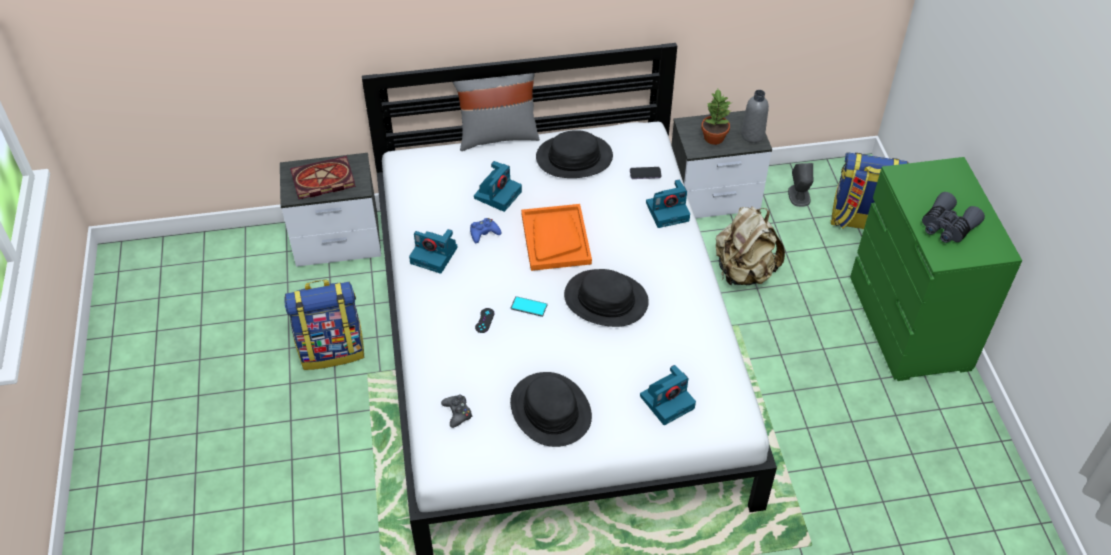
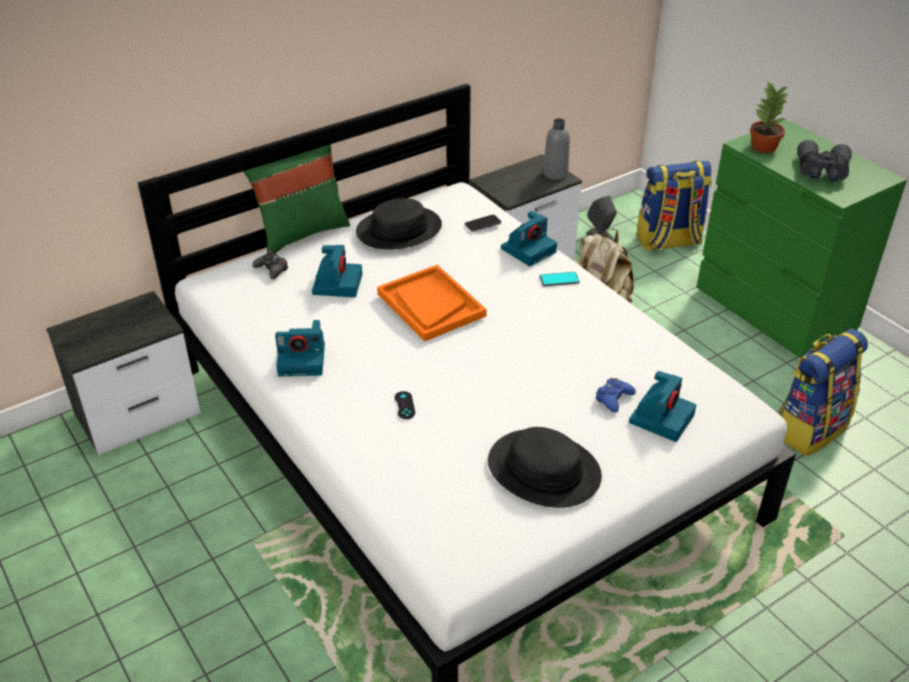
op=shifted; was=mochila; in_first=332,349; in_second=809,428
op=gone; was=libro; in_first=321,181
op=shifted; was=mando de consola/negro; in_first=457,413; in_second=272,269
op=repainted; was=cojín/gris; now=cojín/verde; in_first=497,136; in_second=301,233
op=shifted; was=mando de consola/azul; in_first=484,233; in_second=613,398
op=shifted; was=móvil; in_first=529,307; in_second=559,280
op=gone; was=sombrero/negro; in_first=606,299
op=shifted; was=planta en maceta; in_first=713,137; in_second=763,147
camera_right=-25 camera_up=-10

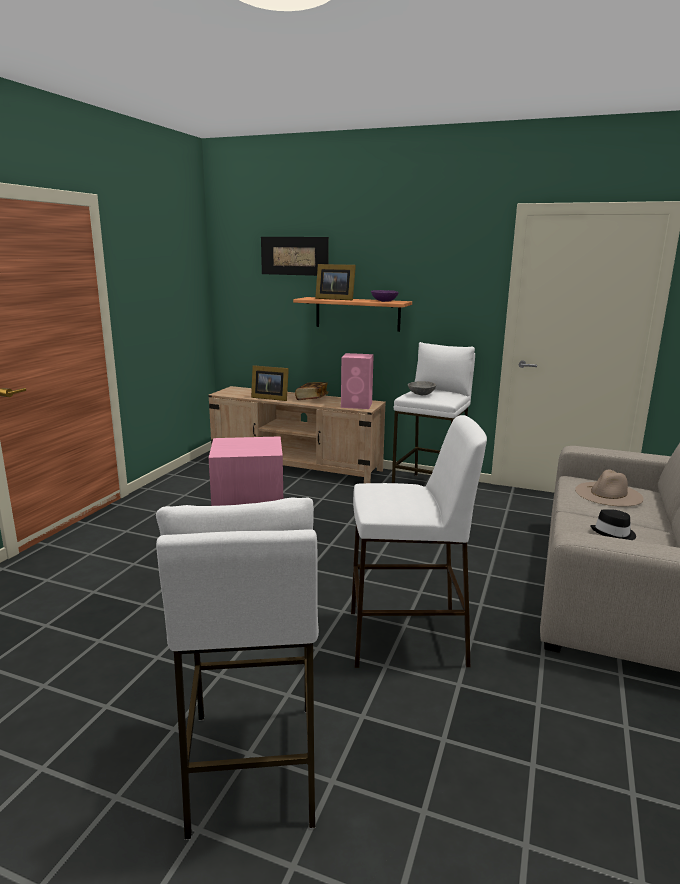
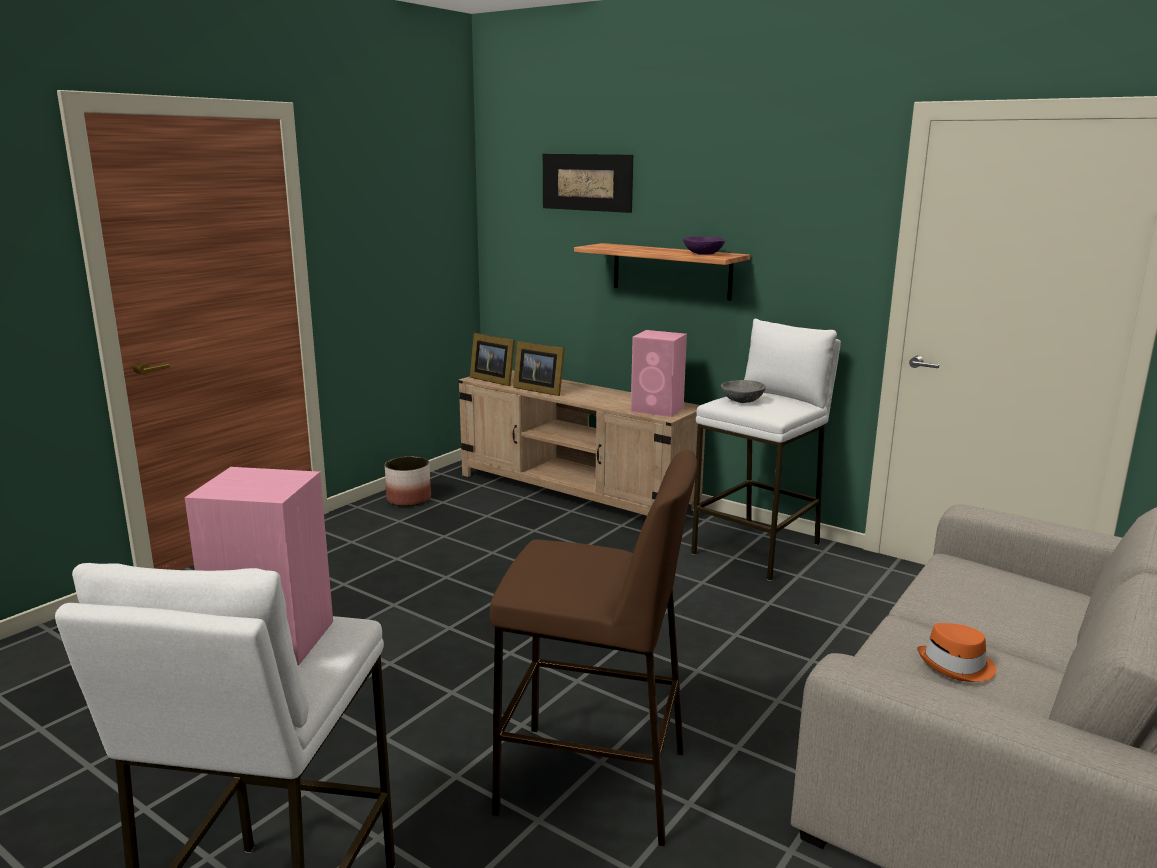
op=gone; was=libro; in_first=312,399
op=shifted; was=portarretratos; in_first=334,299; in_second=493,380
op=repainted; was=taburete/blanco; now=taburete/marrón; in_first=407,637; in_second=594,782
op=gone; was=sombrero/beis; in_first=608,494
op=repainted; was=sombrero/negro; now=sombrero/naranja; in_first=613,533; in_second=957,665
op=new; now=maceta; in_second=408,499
camera_right=15 camera_up=0

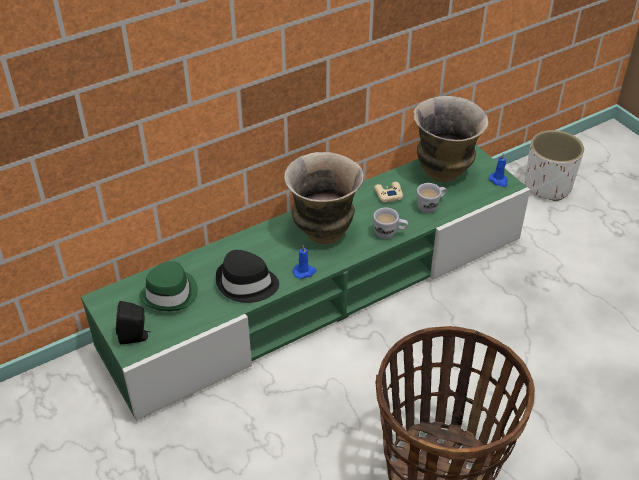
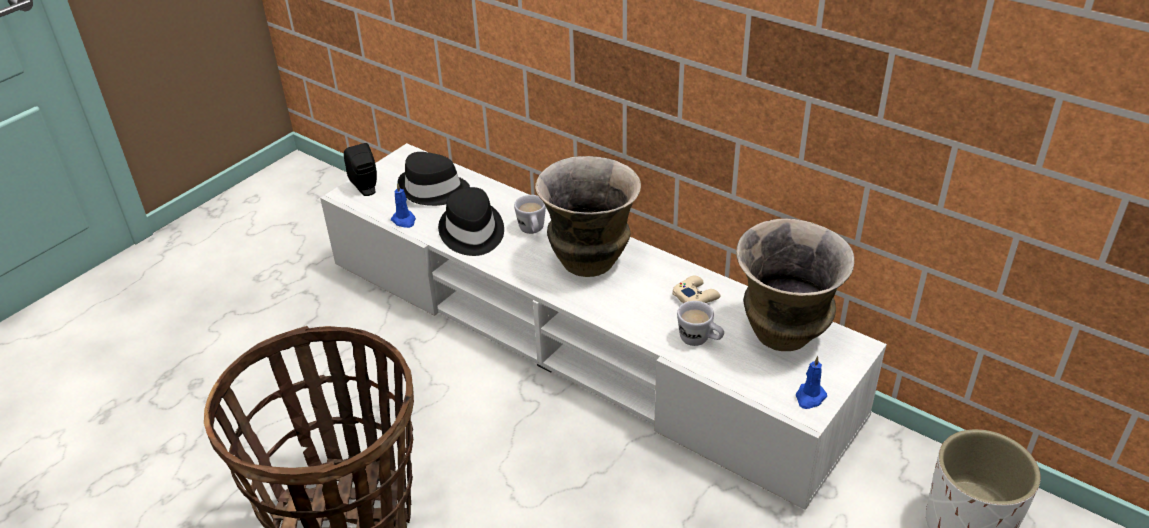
op=repainted; was=mueble de televisión/verde; now=mueble de televisión/blanco; in_first=320,291; in_second=578,337
op=repainted; was=sombrero/verde; now=sombrero/negro; in_first=170,293; in_second=433,190
op=shifted; was=vela/azul; in_first=304,272; in_second=404,220
op=shifted; was=taza grande/blanco; in_first=389,234; in_second=532,231
camera_right=70 camera_up=-5

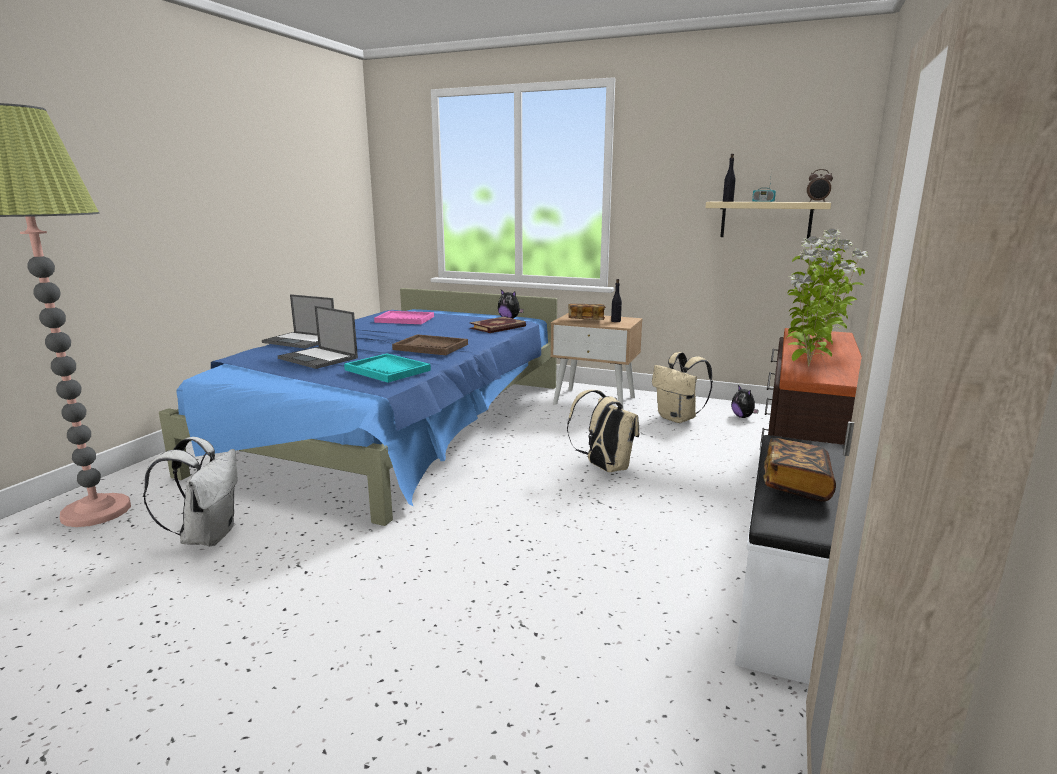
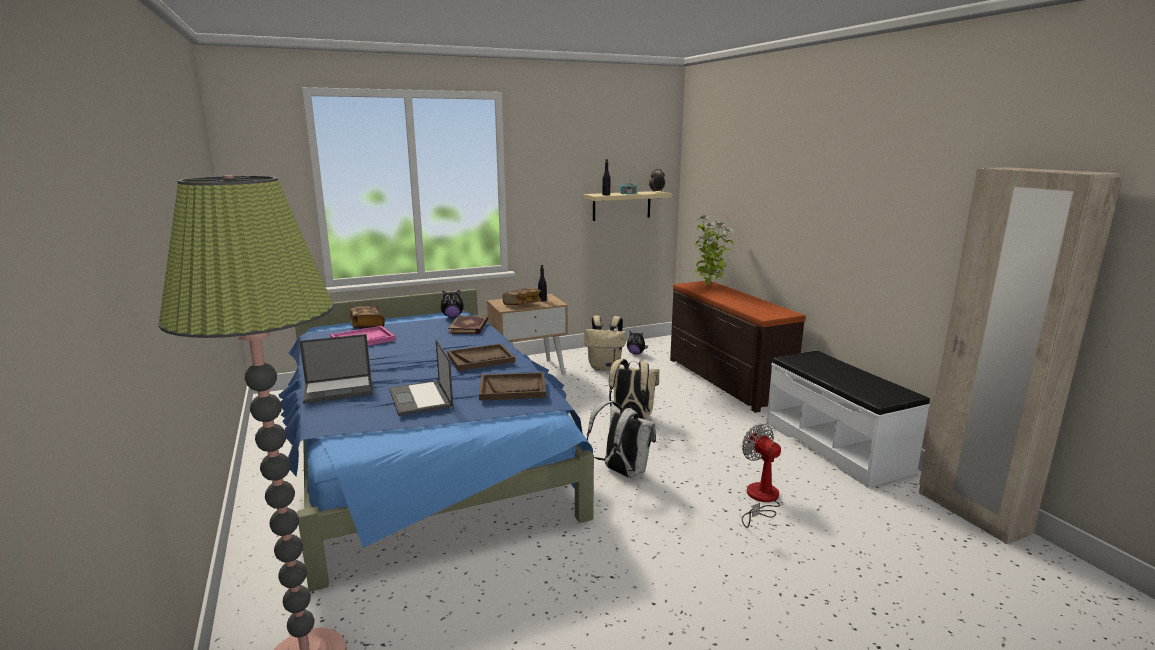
op=shifted; was=mochila/blanco; in_first=207,536; in_second=622,472
op=rotated; was=portátil; in_first=319,358; in_second=421,399; clockwise=75
op=repainted; was=bandeja/turquesa; now=bandeja/marrón; in_first=388,370; in_second=513,388
op=shifted; was=libro; in_first=796,485; in_second=367,326
op=gone; was=planta en maceta; in_first=806,366
op=new; now=ventilador; in_second=760,499
camera_right=-45 camera_up=0

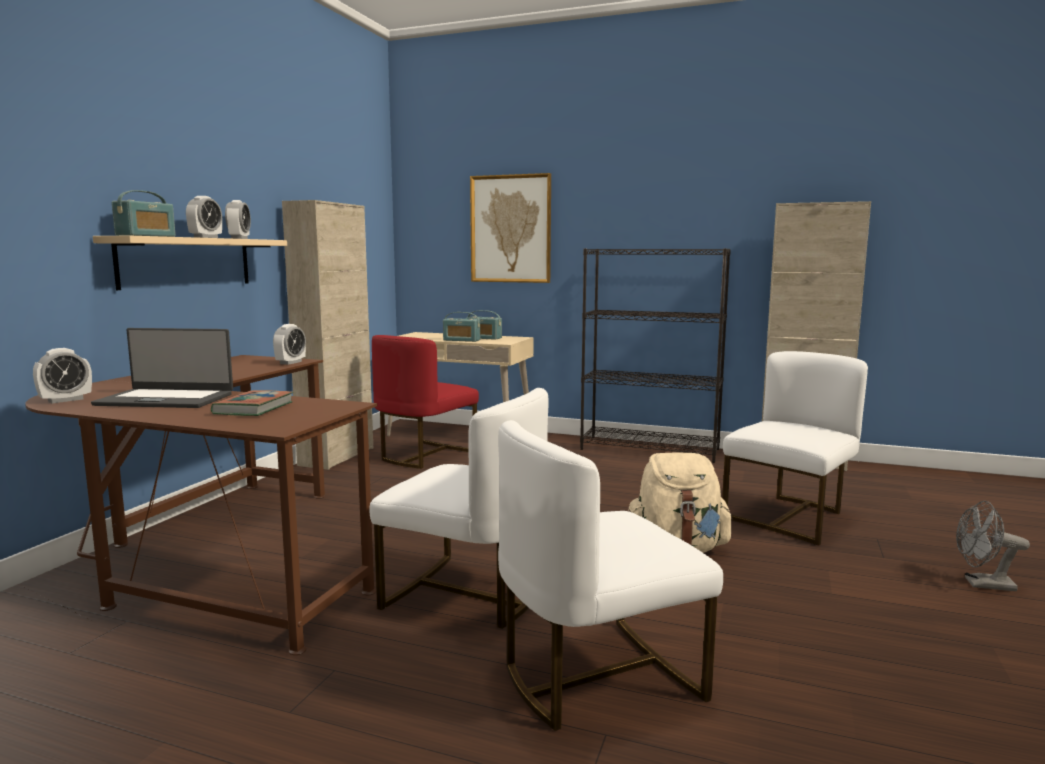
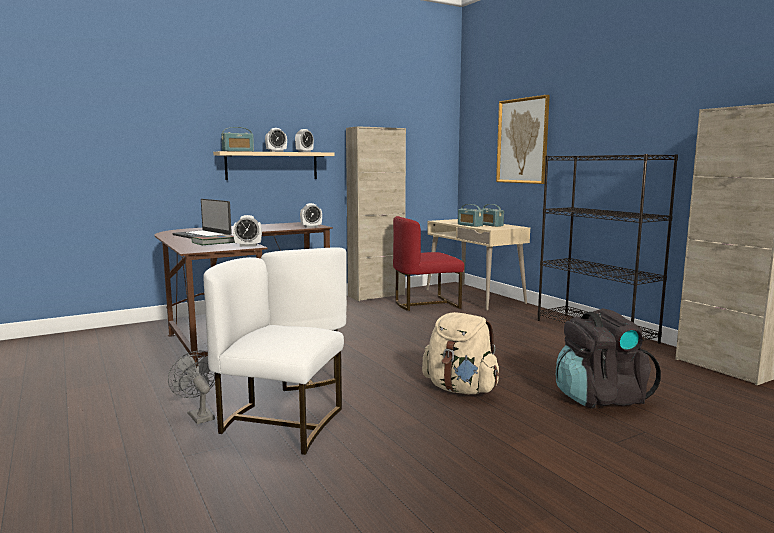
op=shifted; was=despertador; in_first=65,400; in_second=248,245
op=swapped; was=silla/blanco; now=mochila/negro; in_first=789,517; in_second=600,398
op=shifted; was=ventilador/gris; in_first=982,584; in_second=198,415
camera_right=40 camera_up=0

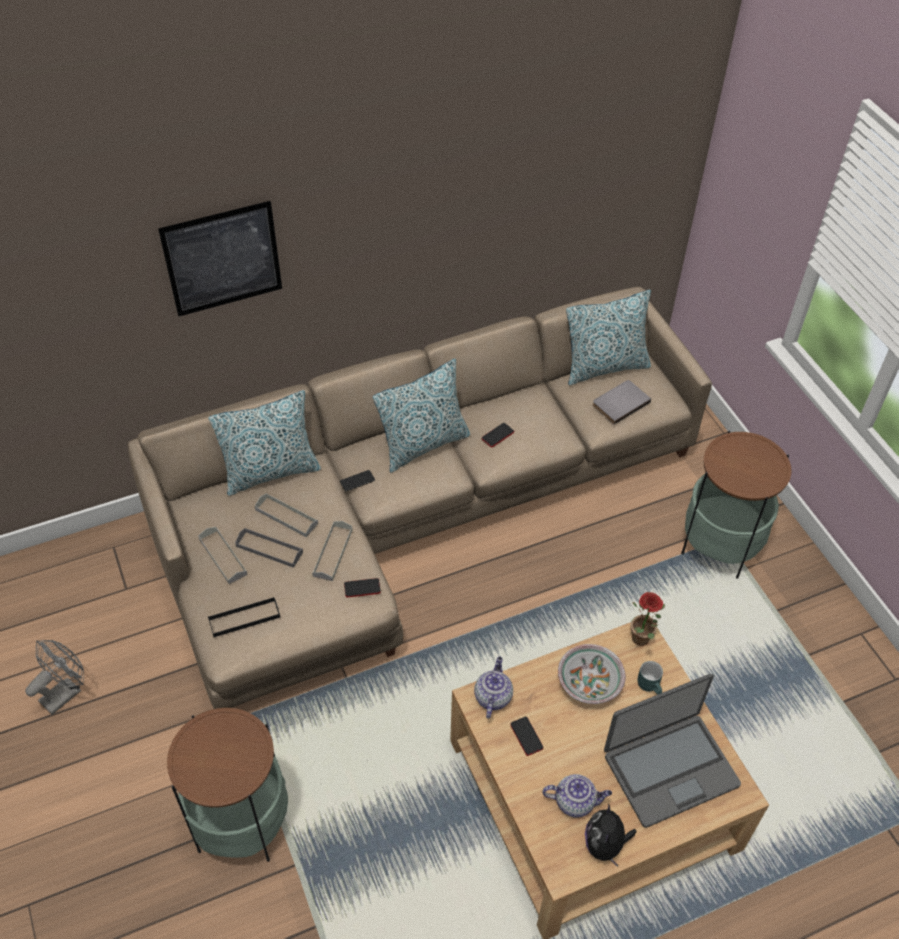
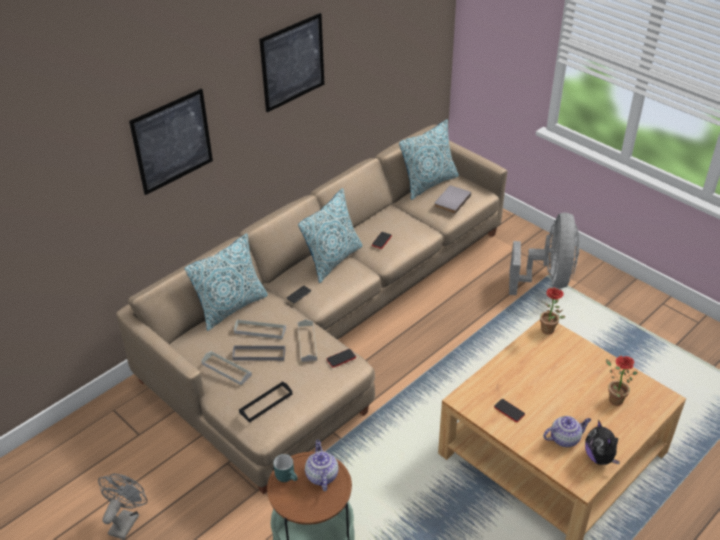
op=shifted; was=tetera; in_first=492,696; in_second=321,475
op=gone; was=cuenco; in_first=589,683
op=swapped; was=portátil; now=planta en maceta; in_first=669,769; in_second=612,398
op=shifted; was=taza grande/turquesa; in_first=651,685; in_second=288,476
op=swapped; was=mesa auxiliar; now=ventilador/gris; in_first=720,545; in_second=547,279
op=new; now=cuadro; in_second=292,62
camera_right=-20 camera_up=-10

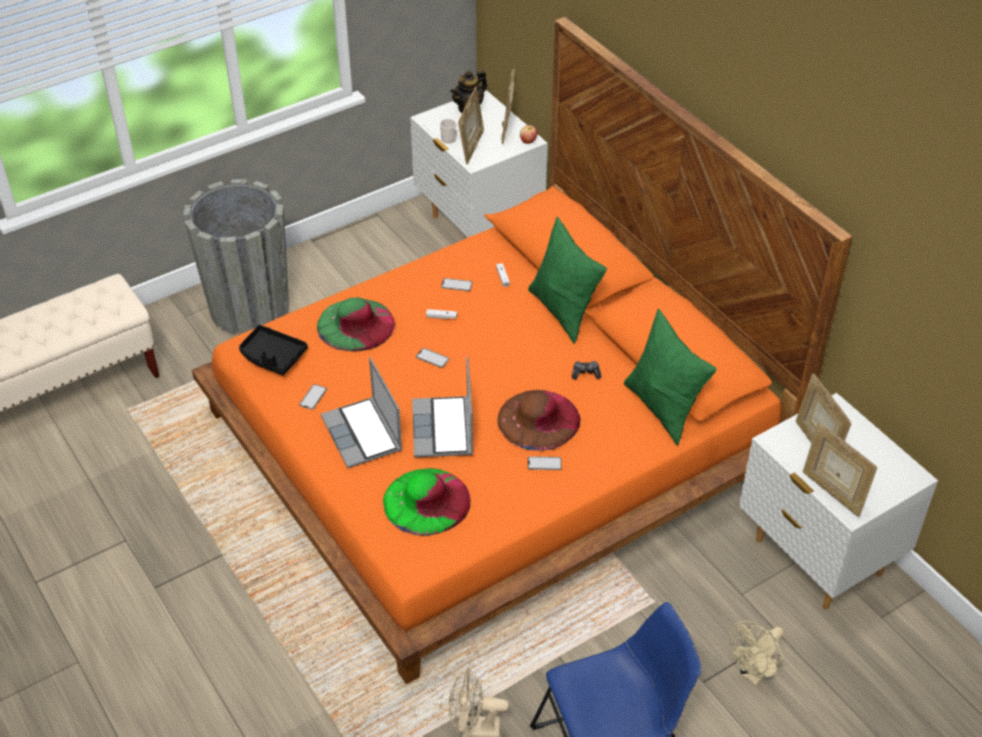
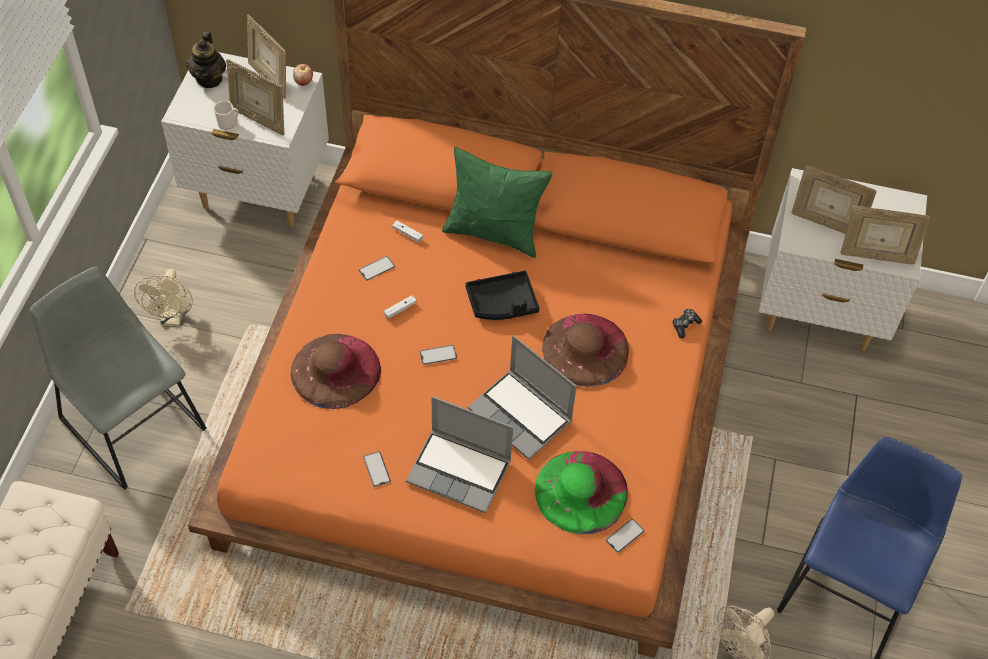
op=swapped; was=maceta/gris; now=silla/gris; in_first=249,309; in_second=129,420
op=shifted; was=bandeja/negro; in_first=272,356; in_second=502,303
op=repainted; was=sombrero/verde; now=sombrero/marrón; in_first=355,324; in_second=335,370
op=rotated; was=portarretratos; in_first=471,147; in_second=259,119; clockwise=150
op=shifted; was=móvil; in_first=544,463; in_second=624,536
op=shifted; was=mando de consola; in_first=586,373; in_second=685,325
op=gone; was=cojín/verde; in_first=663,409
op=shifted; was=ventilador/beis; in_first=754,673; in_second=172,317
camera_right=-45 camera_up=10

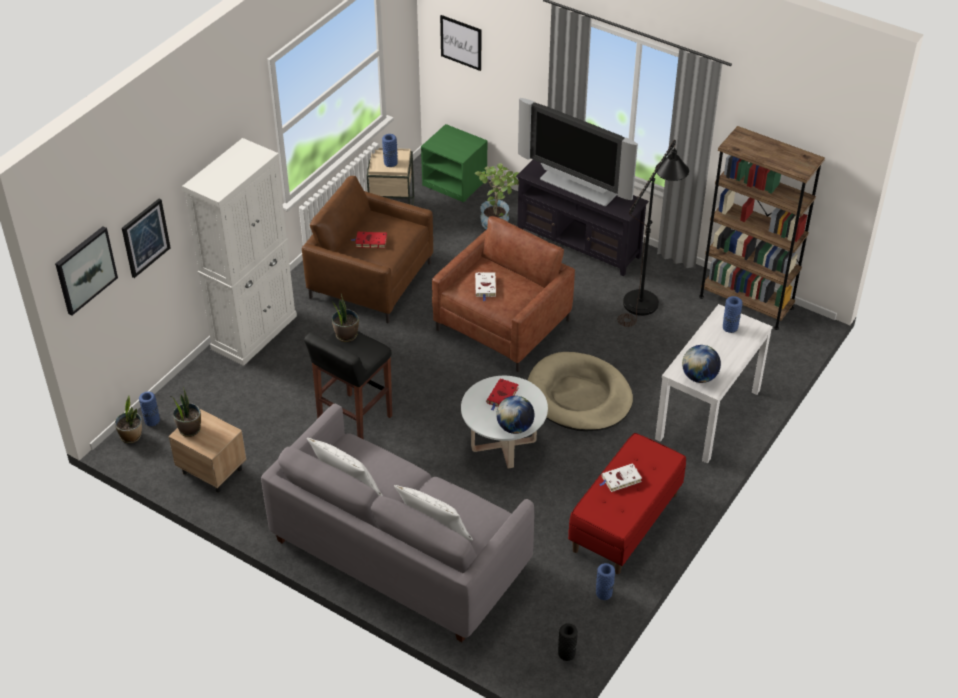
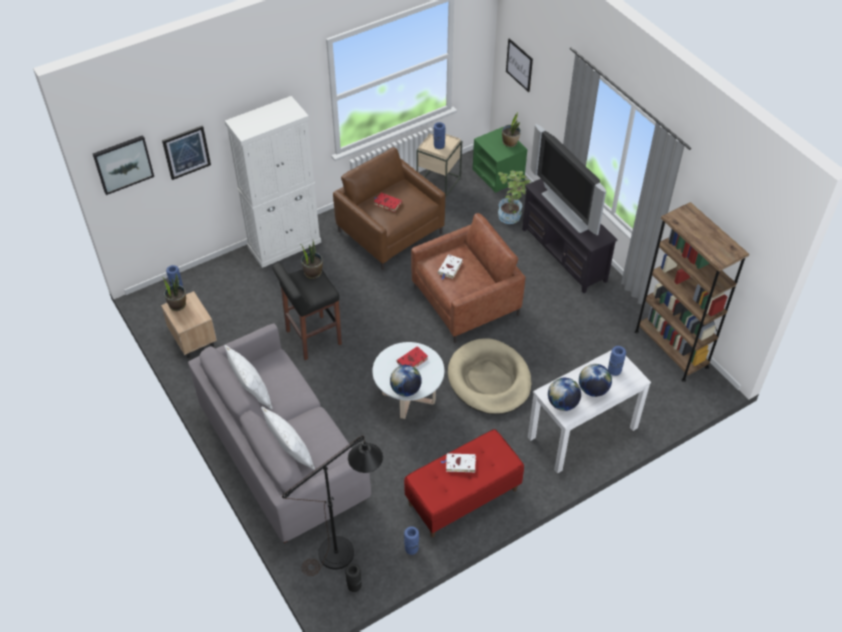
op=shifted; was=planta en maceta; in_first=131,436; in_second=510,143
op=shifted; was=lámpara de pie/negro; in_first=645,297; in_second=345,548
op=new; now=globo terráqueo; in_second=593,389
camera_right=25 camera_up=5

